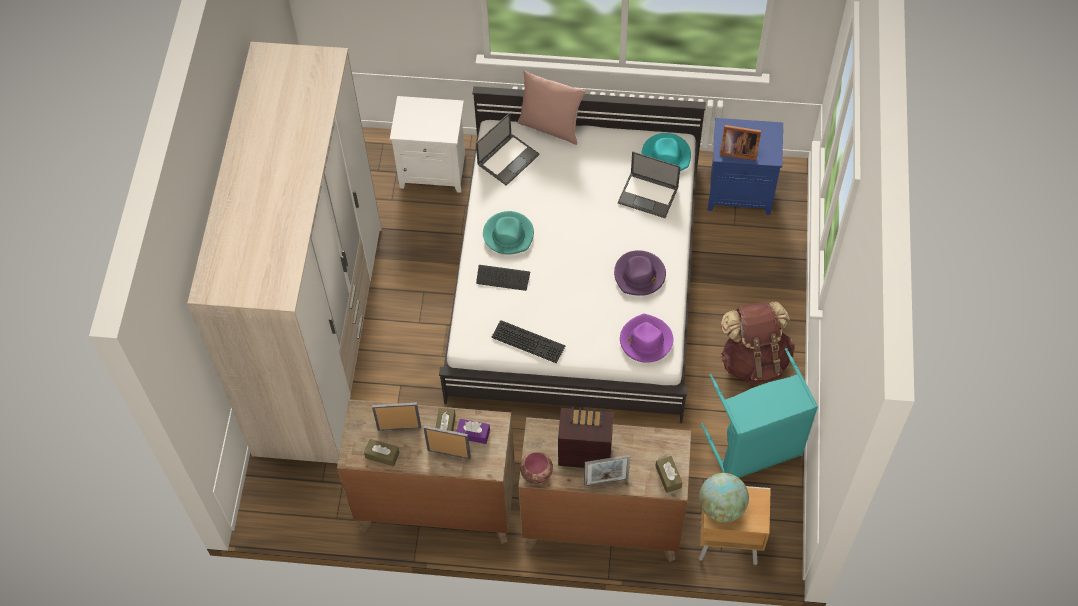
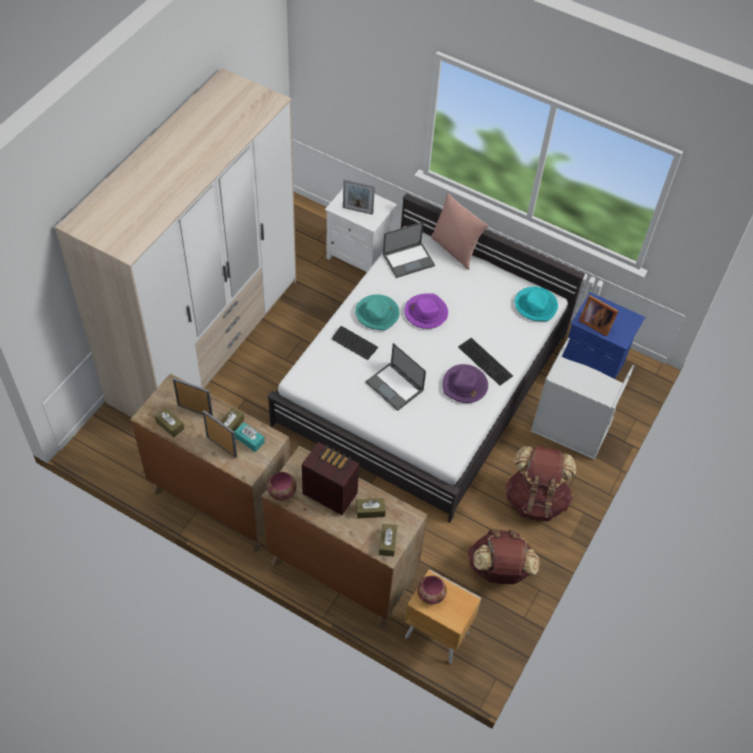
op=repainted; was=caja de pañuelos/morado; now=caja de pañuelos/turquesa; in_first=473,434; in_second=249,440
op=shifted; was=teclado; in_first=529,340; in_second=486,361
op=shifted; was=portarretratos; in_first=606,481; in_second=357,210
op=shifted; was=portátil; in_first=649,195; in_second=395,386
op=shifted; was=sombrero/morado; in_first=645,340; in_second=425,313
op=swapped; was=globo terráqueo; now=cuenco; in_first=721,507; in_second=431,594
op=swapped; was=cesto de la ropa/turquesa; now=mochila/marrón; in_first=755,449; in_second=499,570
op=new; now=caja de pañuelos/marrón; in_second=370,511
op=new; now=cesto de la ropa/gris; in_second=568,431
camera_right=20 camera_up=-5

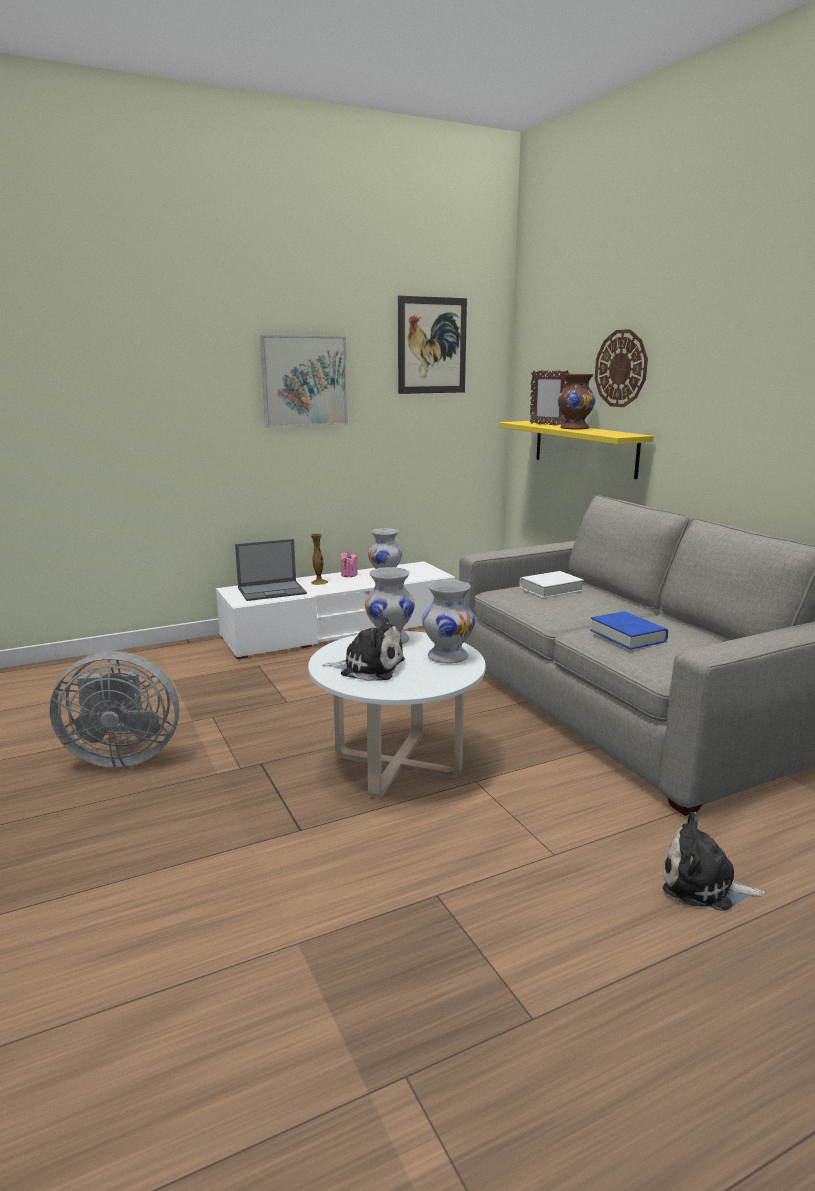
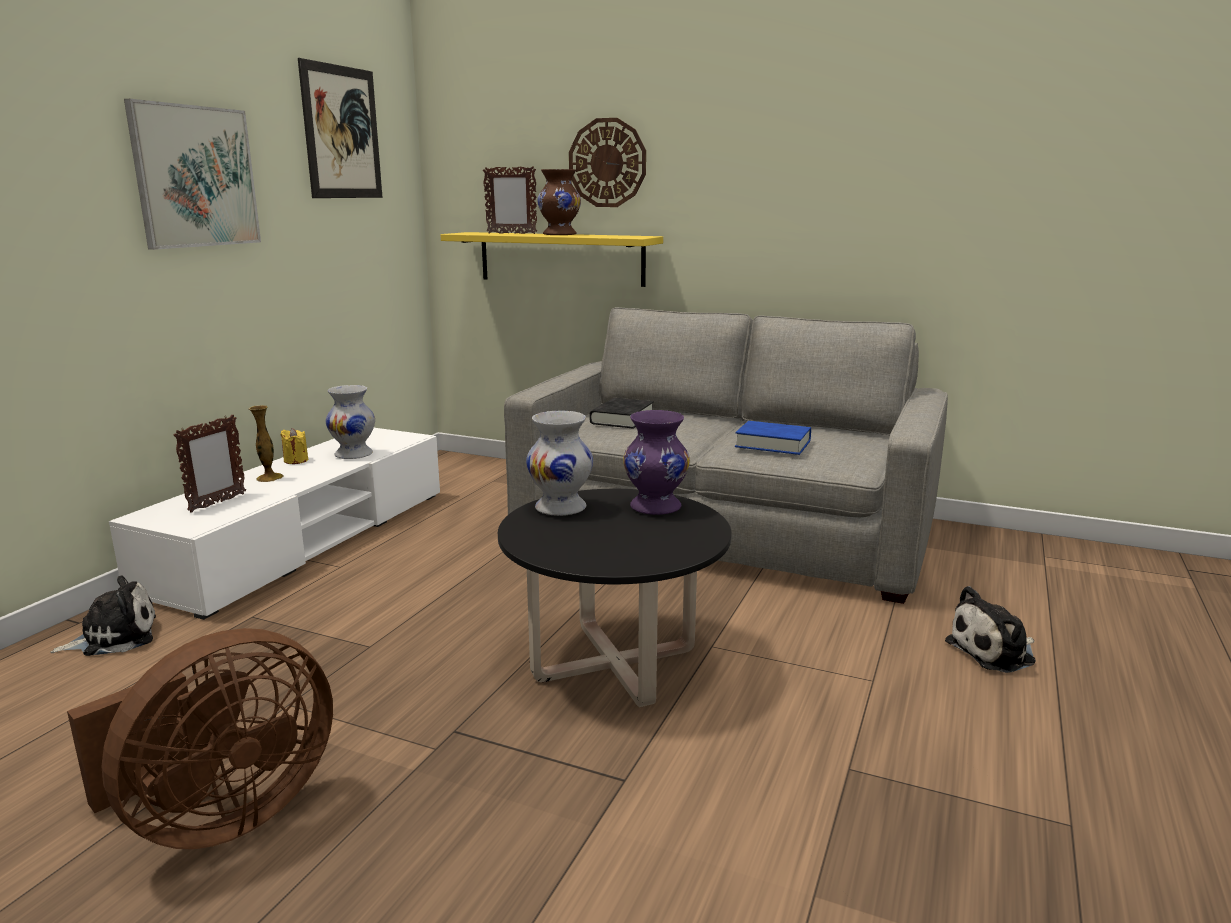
op=repainted; was=ventilador/gris; now=ventilador/marrón; in_first=121,756; in_second=220,817
op=swapped; was=portátil; now=portarretratos; in_first=272,591; in_second=217,503
op=repainted; was=mesa de centro/blanco; now=mesa de centro/negro; in_first=397,765; in_second=614,663
op=shifted; was=peluche; in_first=368,667; in_second=114,637
op=repainted; was=vela/rosa; now=vela/amarillo; in_first=349,575; in_second=296,460
op=repainted; was=florero/blanco; now=florero/morado; in_first=447,656; in_second=654,507
op=repainted; was=libro/blanco; now=libro/negro; in_first=550,589; in_second=622,419
camera_right=-40 camera_up=0

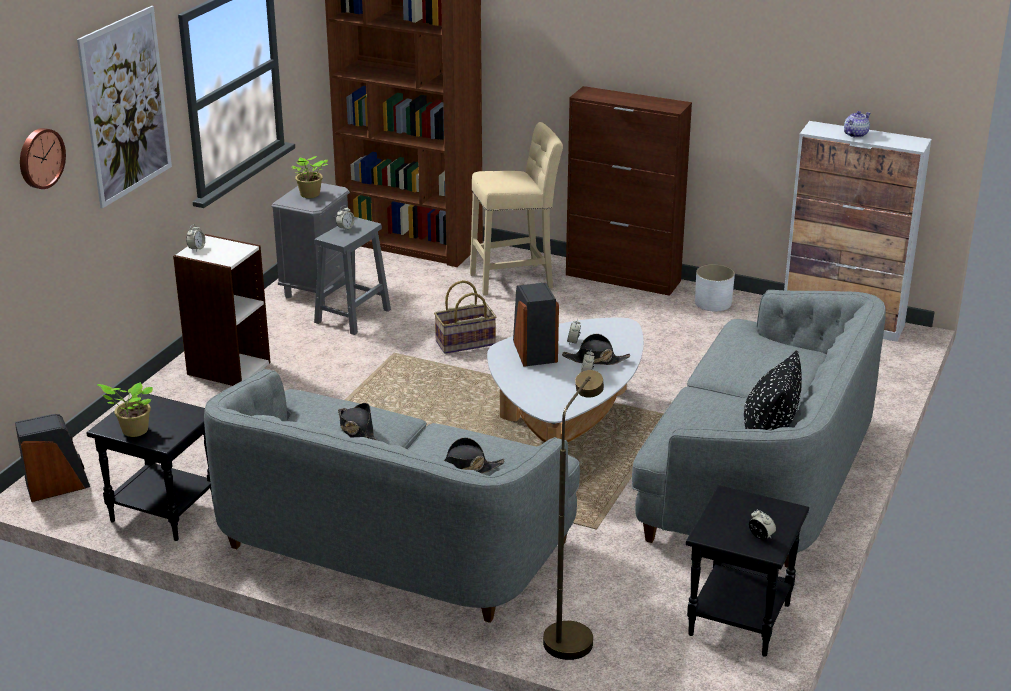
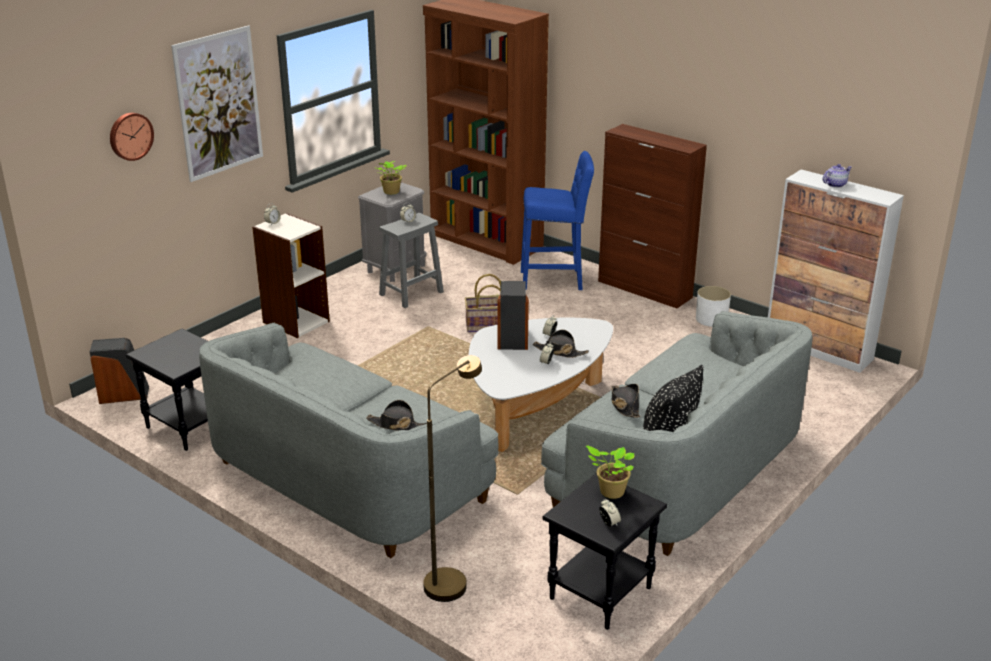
op=shifted; was=planta en maceta; in_first=133,431; in_second=610,492
op=shifted; was=sombrero/negro; in_first=356,429; in_second=624,405
op=repainted; was=taburete/beis; now=taburete/azul; in_first=516,279; in_second=555,280
camera_right=15 camera_up=0

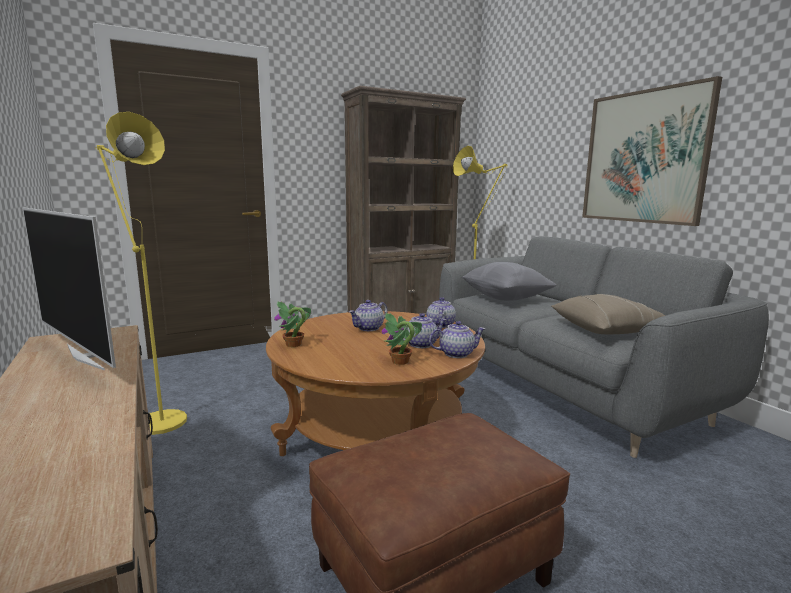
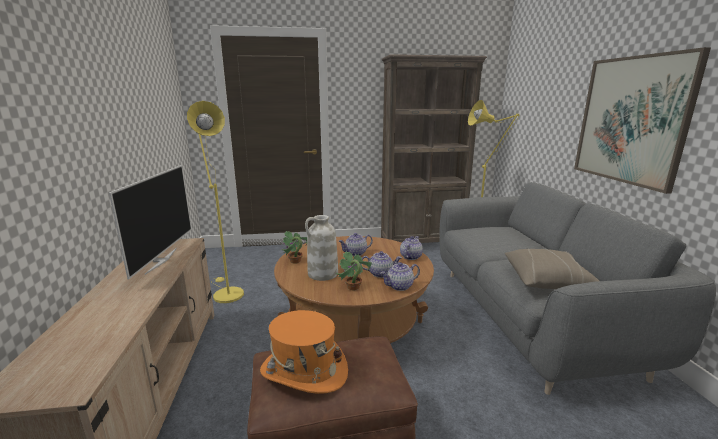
op=rotated; was=televisor; in_first=87,356; in_second=160,260; clockwise=-150
op=rotated; was=tetera; in_first=456,354; in_second=399,286; clockwise=150
op=gone; was=cojín/gris; in_first=505,299
op=new; now=sombrero/naranja; in_second=304,371
op=new; now=florero/blanco; in_second=322,274
camera_right=20 camera_up=5

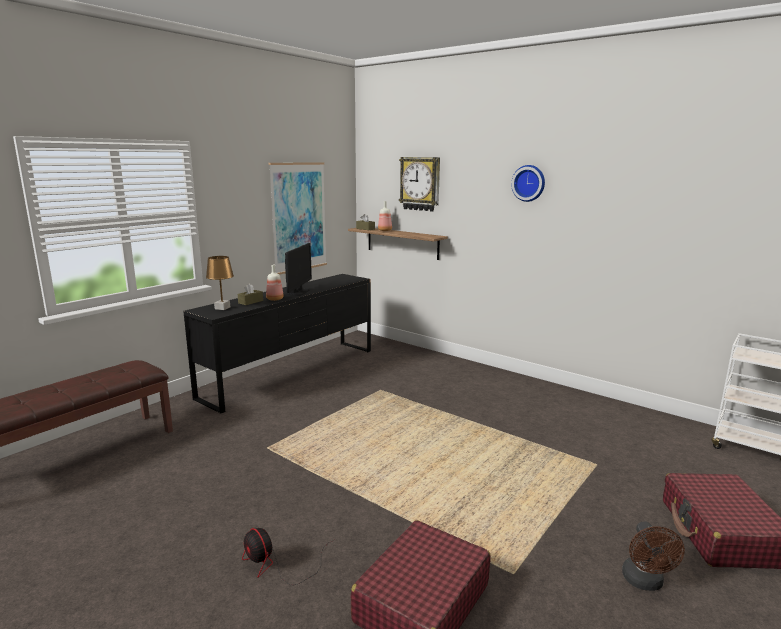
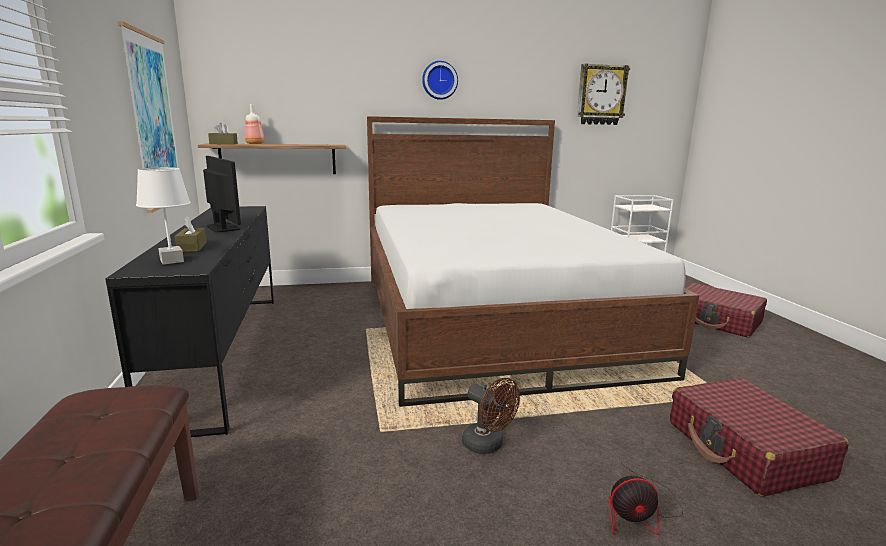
op=repainted; was=lámpara de mesa/marrón; now=lámpara de mesa/blanco; in_first=222,308; in_second=172,261
op=gone; was=botella; in_first=274,299
op=shifted; was=reloj de pared; in_first=420,184; in_second=601,95
op=shifted; was=ventilador/marrón; in_first=645,582; in_second=488,445
op=new; now=cama; in_second=492,320
camera_right=-50 camera_up=0

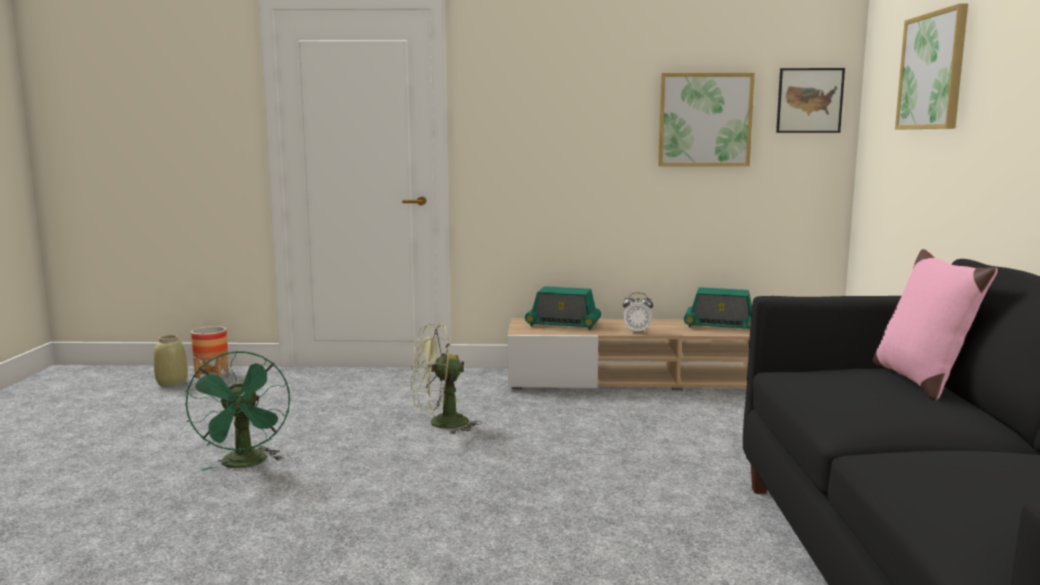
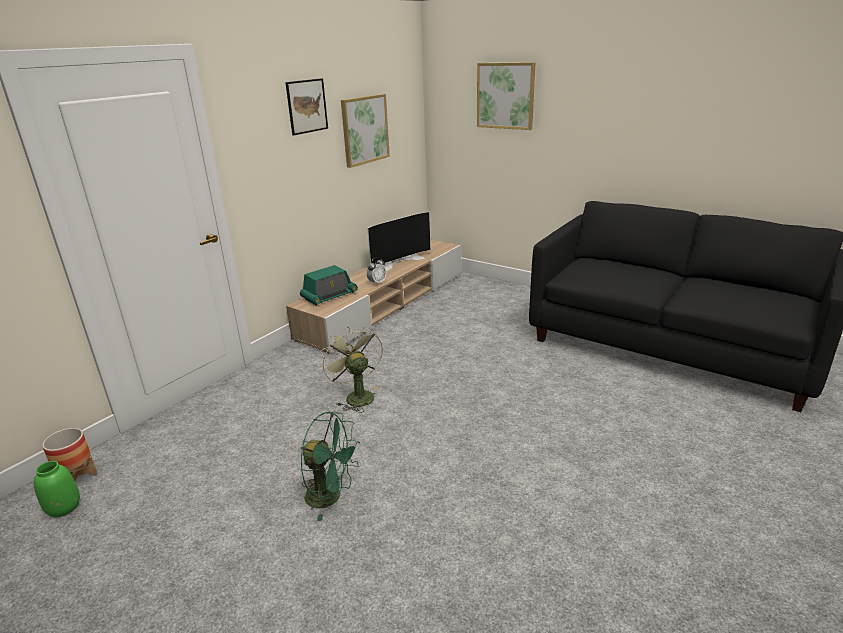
op=repainted; was=florero/beis; now=florero/verde; in_first=172,383; in_second=64,507
op=rotated; was=ventilador/verde; in_first=440,424; in_second=356,396; clockwise=135
op=swapped; was=radio; now=televisor; in_first=721,326; in_second=399,261
op=shifted; was=cuadro; in_first=809,100; in_second=307,106
op=gone; was=cojín/rosa; in_first=920,380
camera_right=-55 camera_up=15

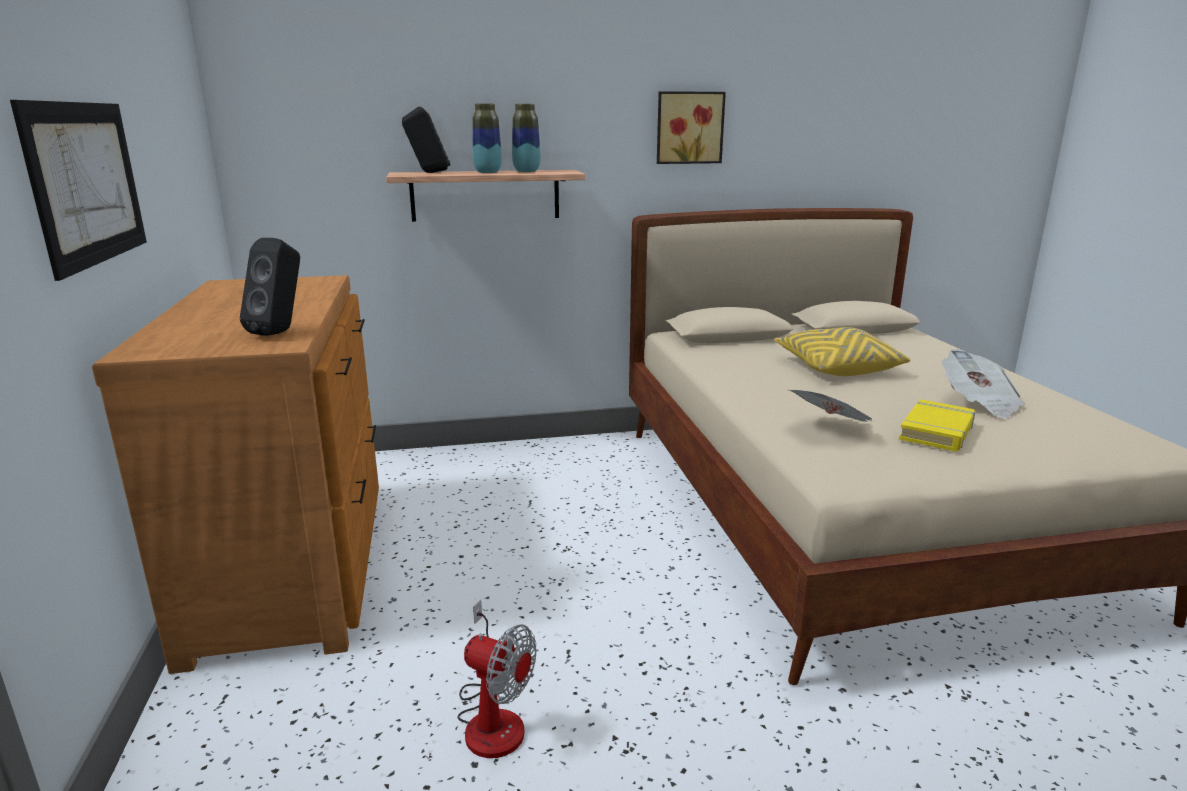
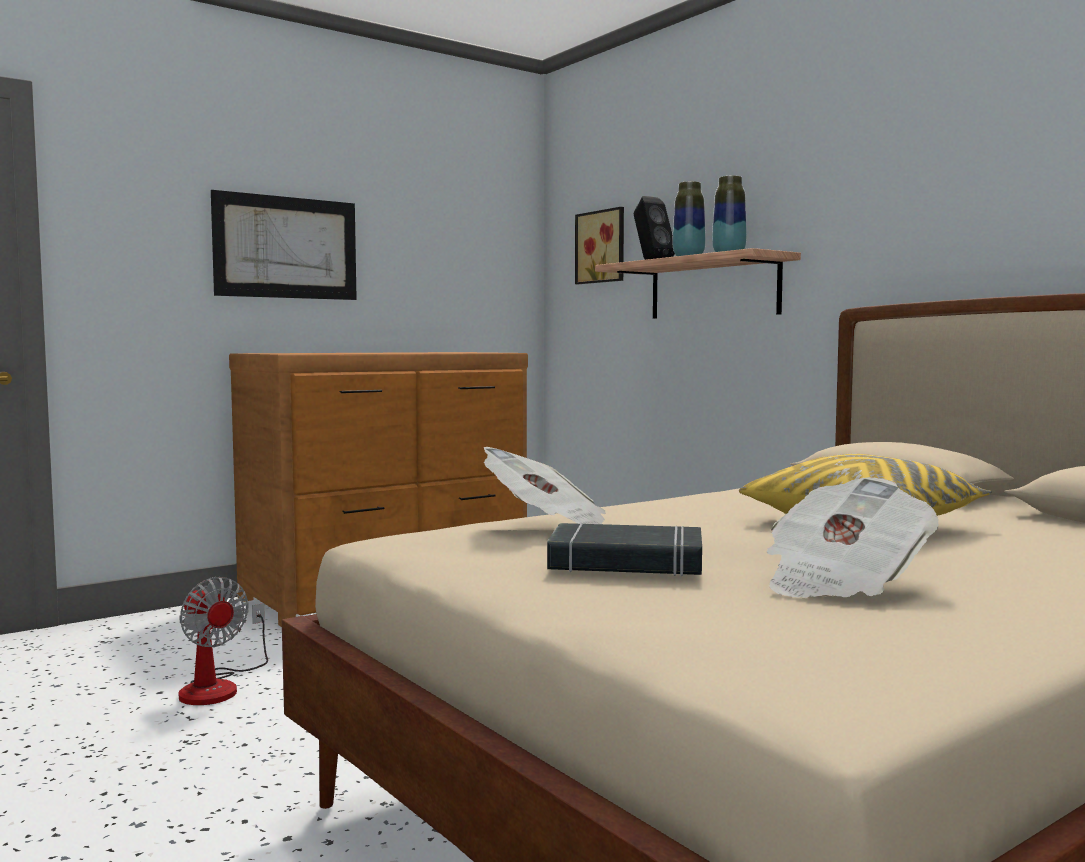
op=gone; was=altavoz/negro; in_first=280,332
op=rotated; was=ventilador; in_first=493,717; in_second=218,686; clockwise=-45
op=shifted; was=cuadro; in_first=689,128; in_second=602,247
op=repainted; was=libro/amarillo; now=libro/negro; in_first=937,432; in_second=626,562
camera_right=65 camera_up=-15

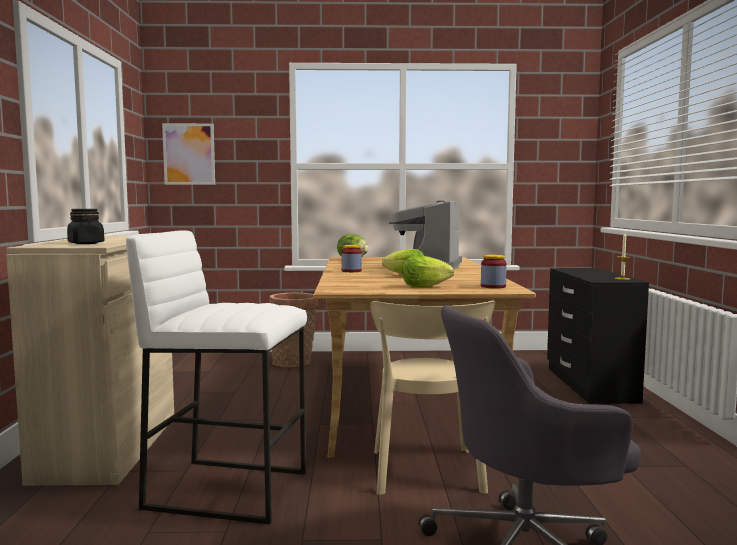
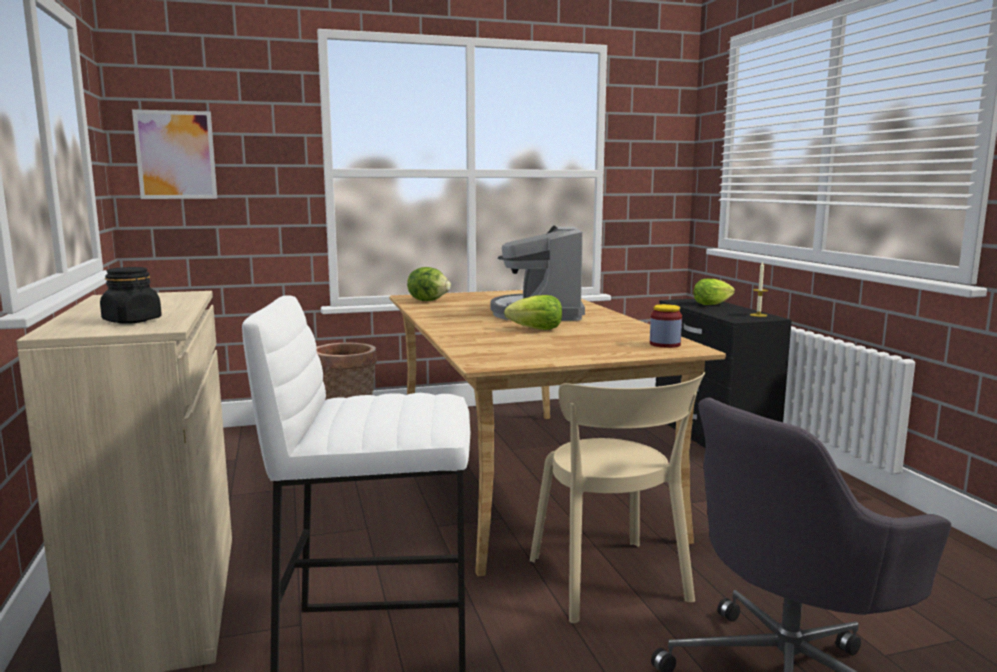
op=gone; was=tarro; in_first=351,271
op=shifted; was=lechuga; in_first=424,286; in_second=711,304
camera_right=-15 camera_up=5

